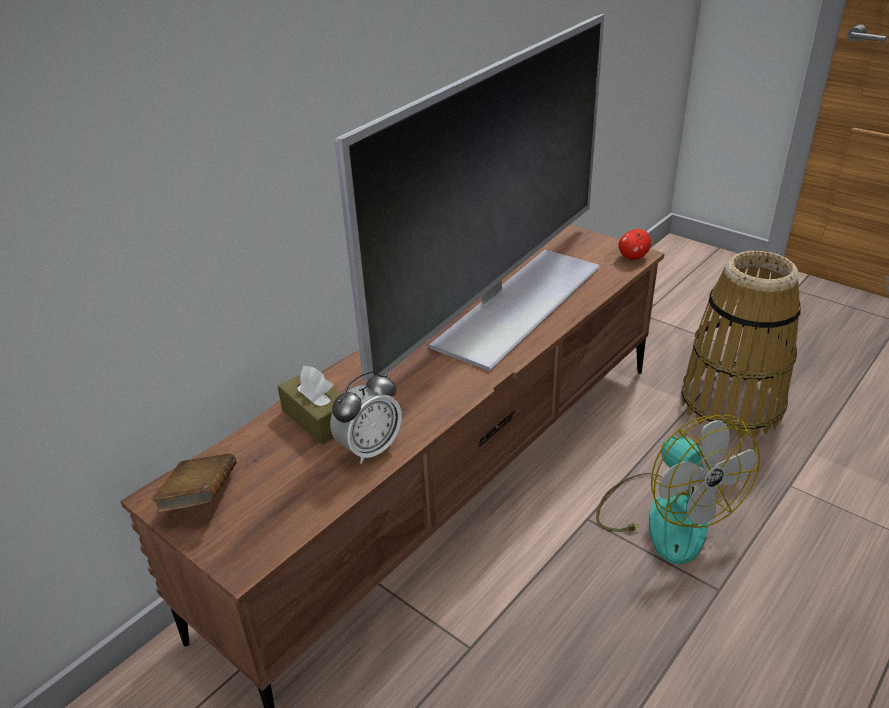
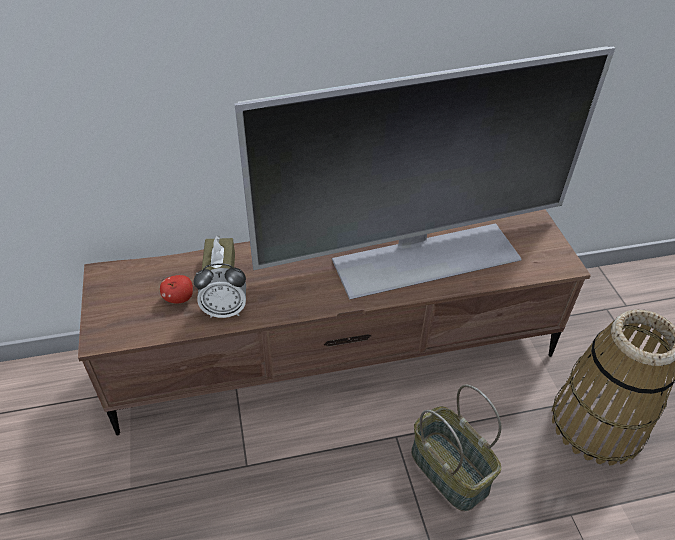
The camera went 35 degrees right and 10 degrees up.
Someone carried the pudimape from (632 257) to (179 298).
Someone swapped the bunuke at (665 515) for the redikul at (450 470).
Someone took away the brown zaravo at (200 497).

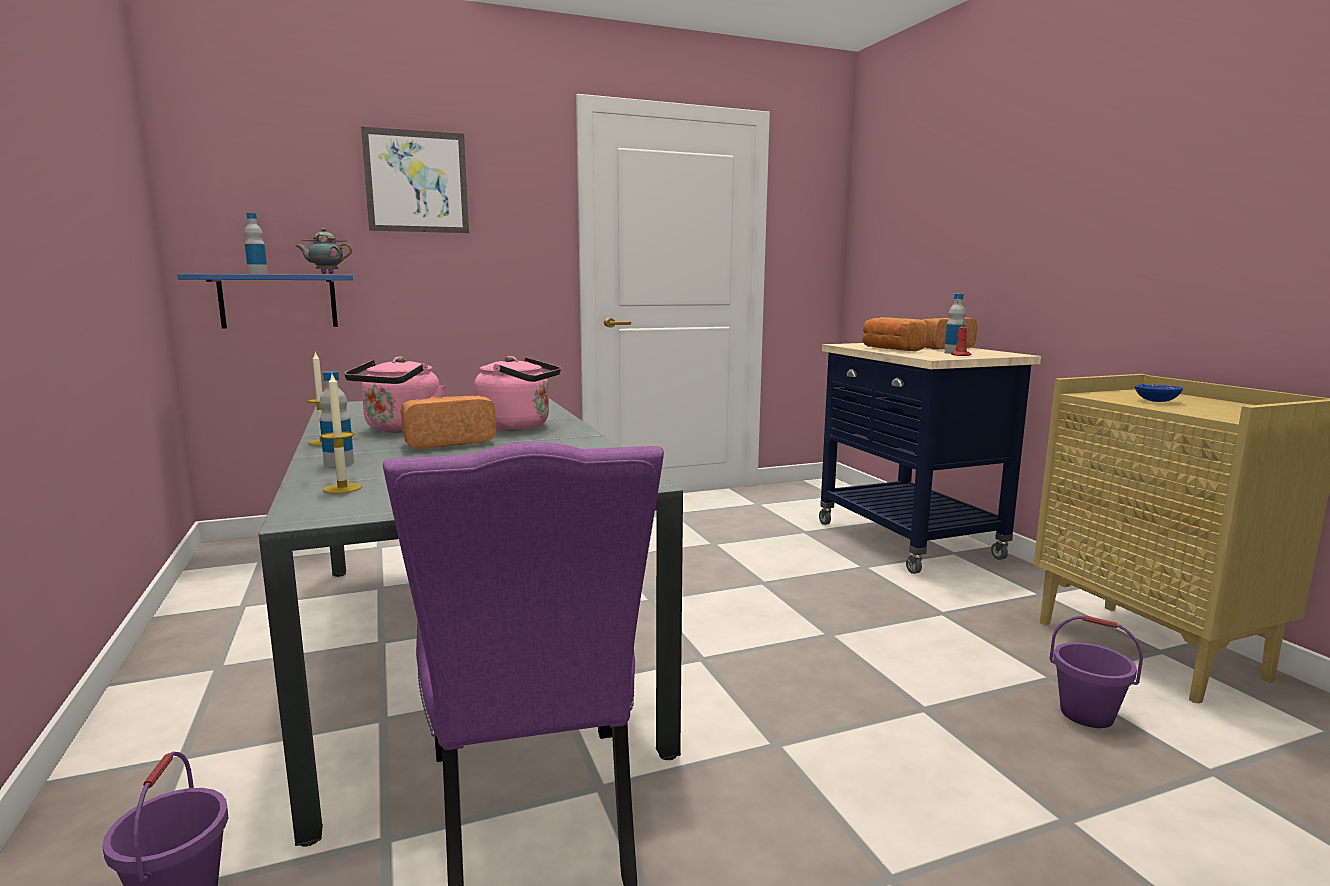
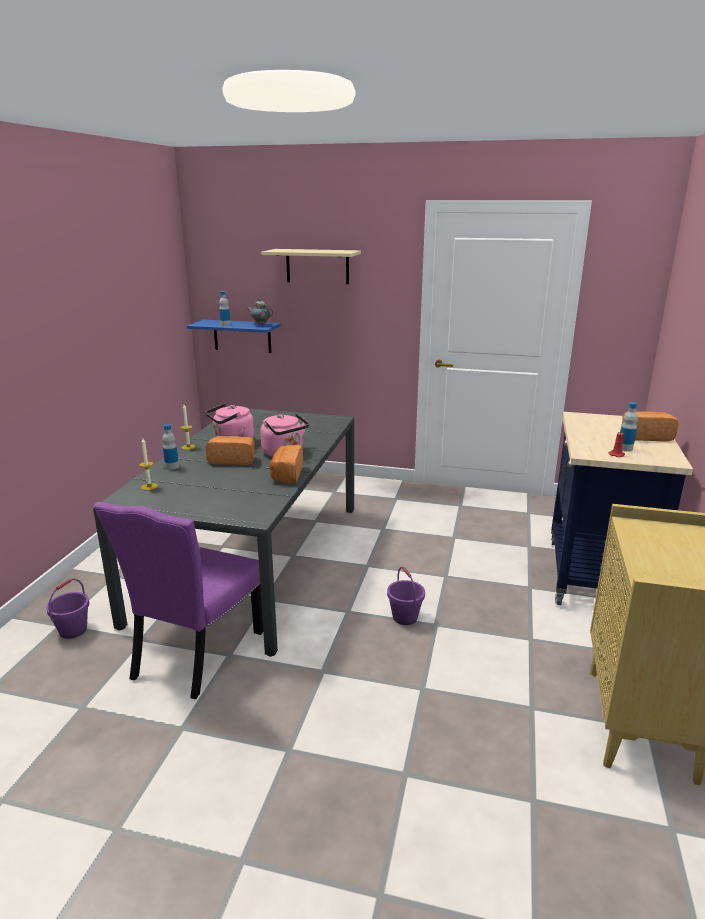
The camera went 35 degrees right and 10 degrees up.
Someone swapped the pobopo at (416 182) for the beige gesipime at (317 266).
Someone carried the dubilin from (890 349) to (286 475).
Someone took away the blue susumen at (1156 401).
Someone carried the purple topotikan from (1086 714) to (404 617).

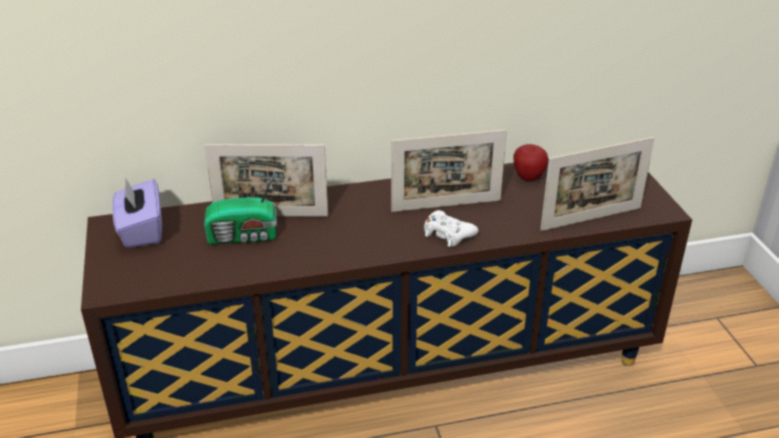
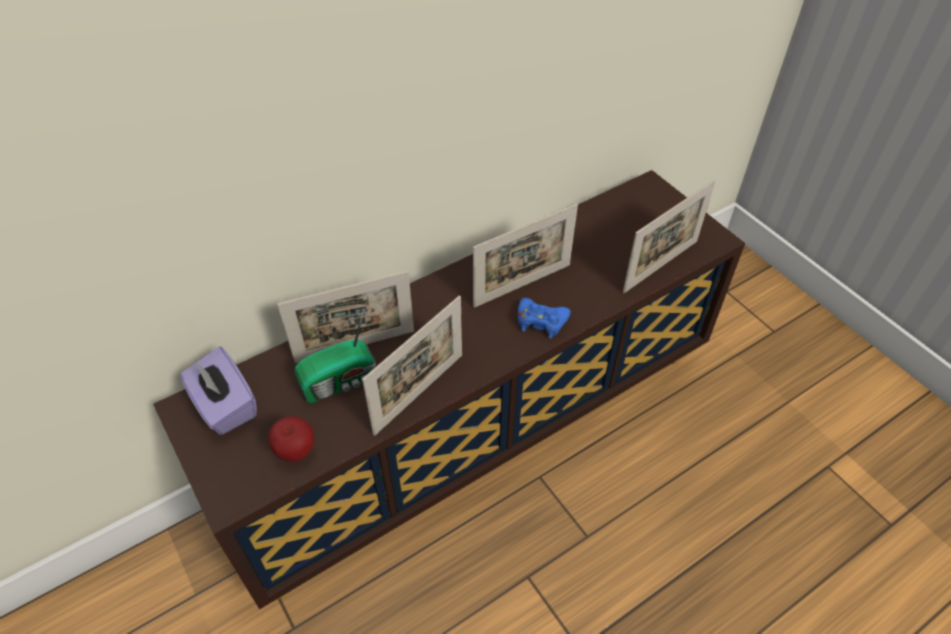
The camera went 20 degrees left and 15 degrees up.
Someone carried the pudimape from (528 178) to (296 452).
Someone repainted the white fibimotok at (447 234), which became the blue fibimotok at (541 321).
Someone put down the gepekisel at (419 393).

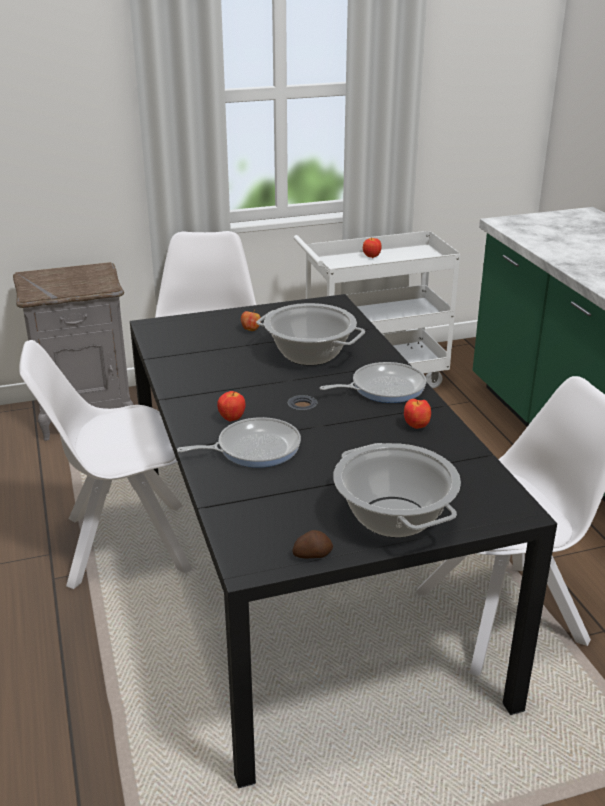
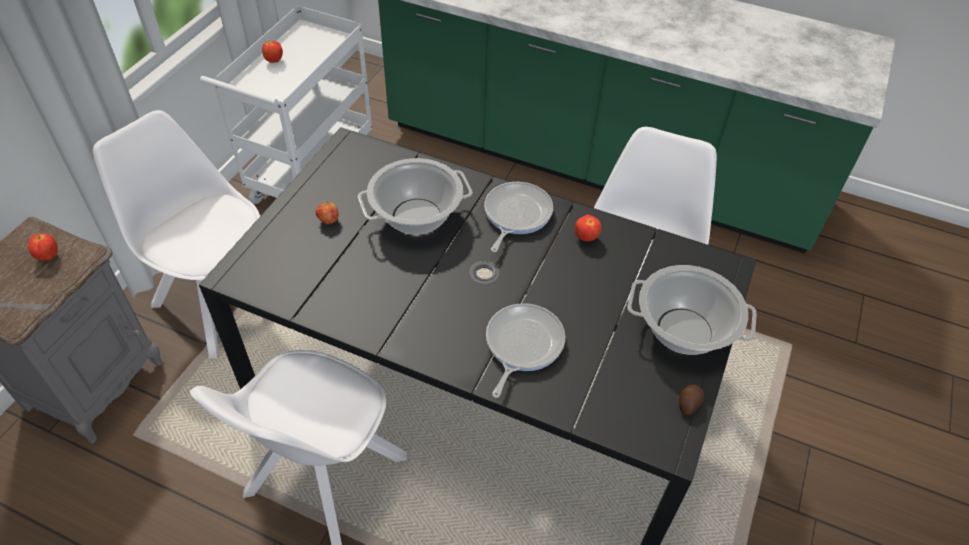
The camera went 50 degrees left and 20 degrees up.
Someone carried the pudimape from (232 419) to (48 256).

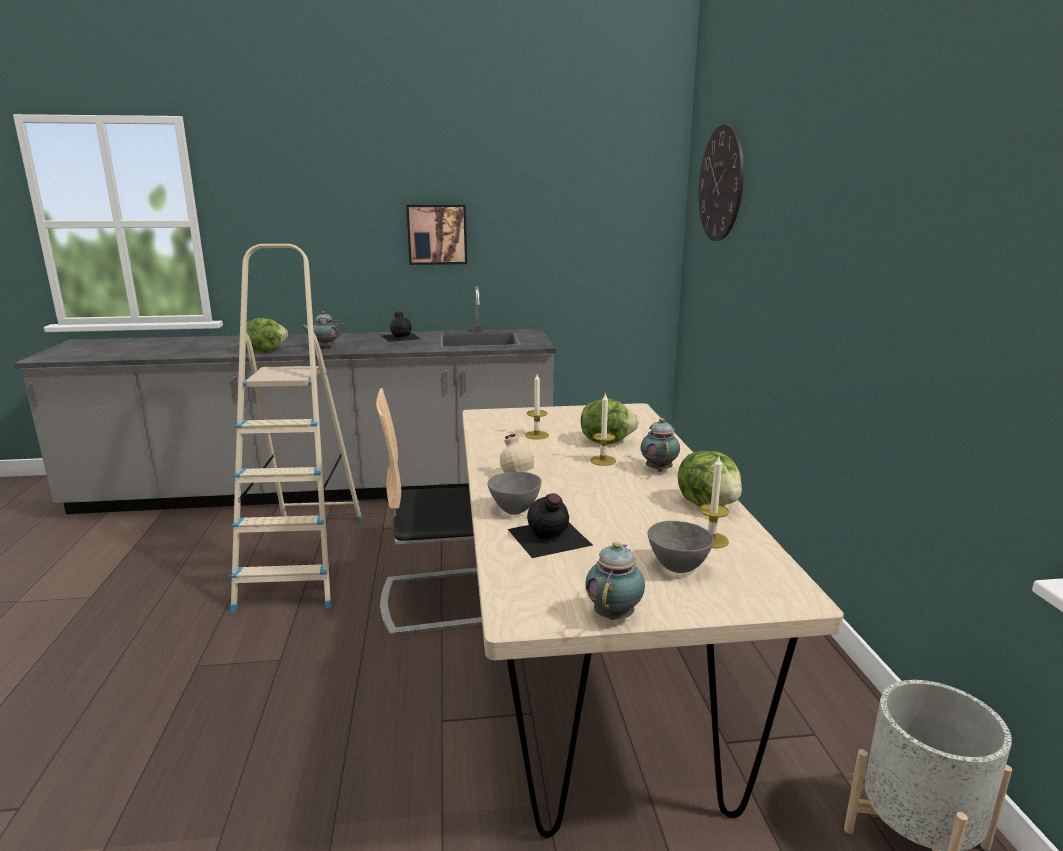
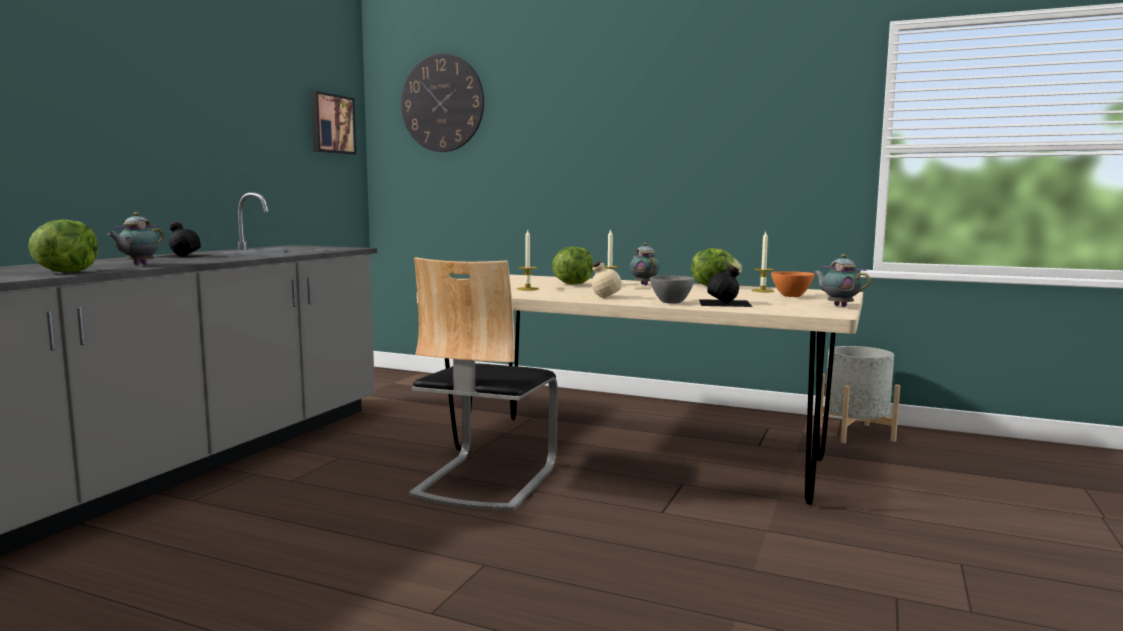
The camera went 60 degrees left and 10 degrees down.
Someone carried the pobopo from (437 234) to (331 124).
Someone took away the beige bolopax at (304 559).
Someone rotated the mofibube at (658 469) by 45 degrees clockwise.
Someone repainted the grey susumen at (677 567), which became the orange susumen at (791 296).

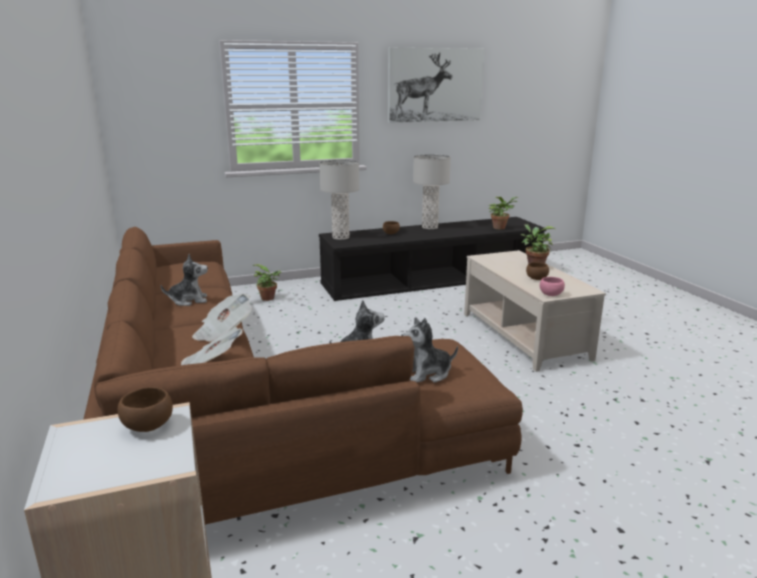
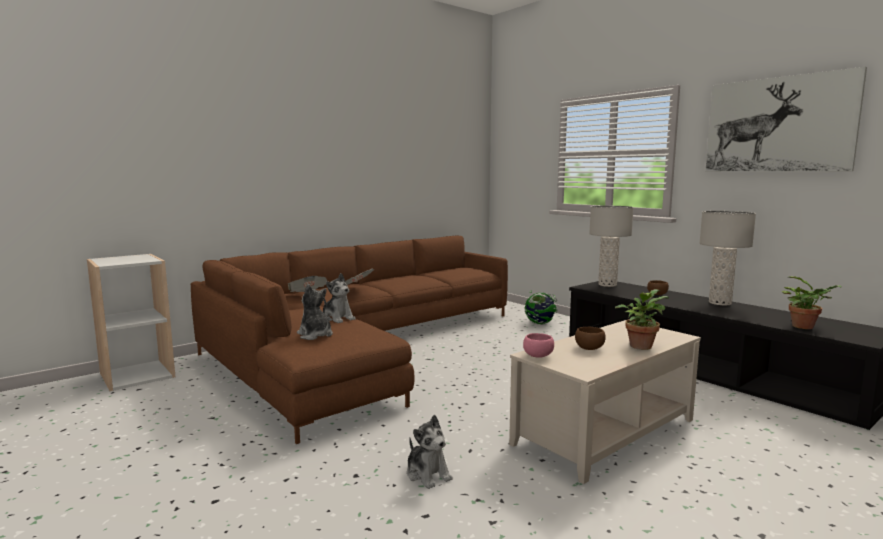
The camera went 70 degrees right and 10 degrees down.
Someone carried the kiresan from (189 300) to (428 474).
Someone swapped the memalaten at (269 298) for the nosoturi at (540 323).
Someone took away the brown susumen at (148 427).

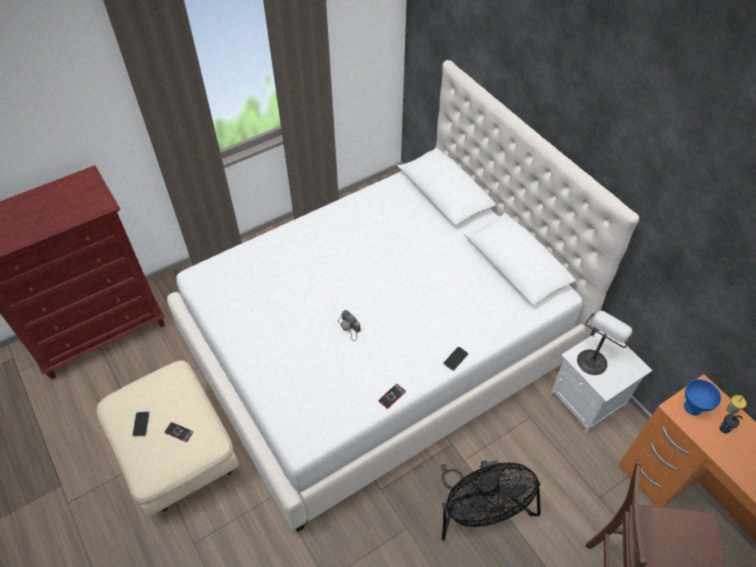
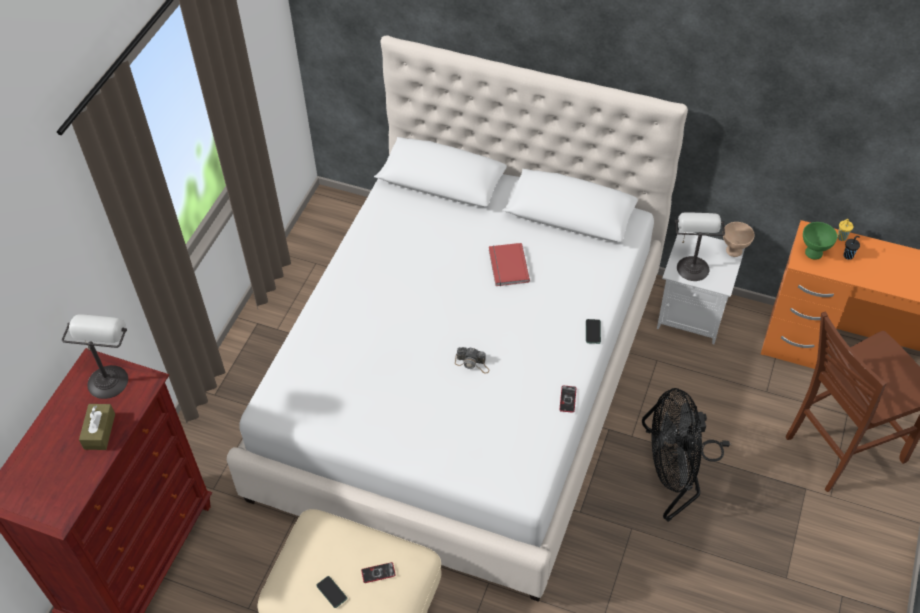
The camera went 35 degrees left and 0 degrees up.
Someone repainted the blue susumen at (693 408), which became the green susumen at (814 253).
Someone rotated the black bunuke at (478 508) by 135 degrees clockwise.
Someone put down the beige susumen at (733 250).
Someone put down the red zaravo at (507 266).
Someone put down the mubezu at (109 374).
Someone put down the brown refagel at (99 431).

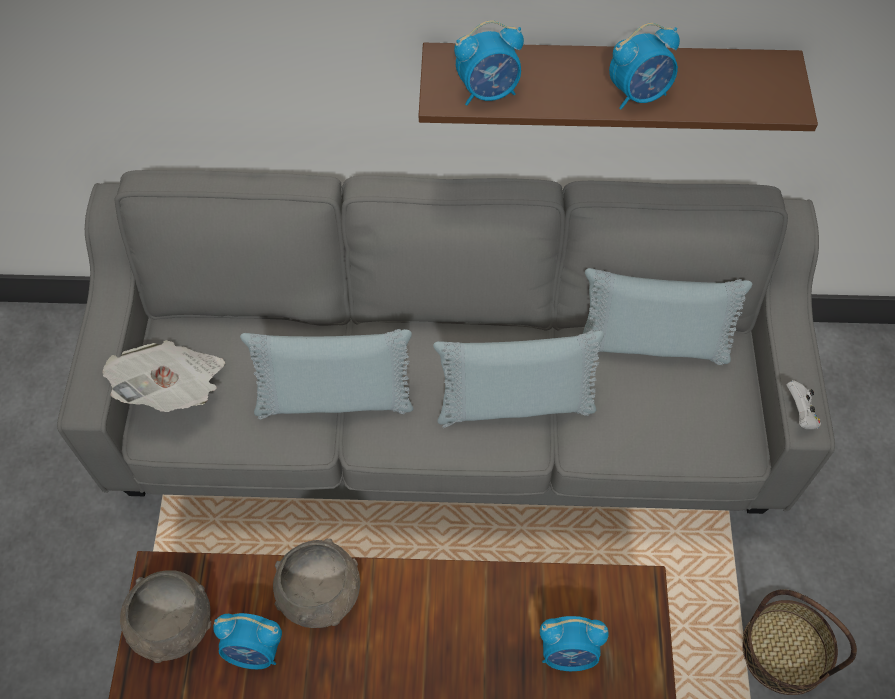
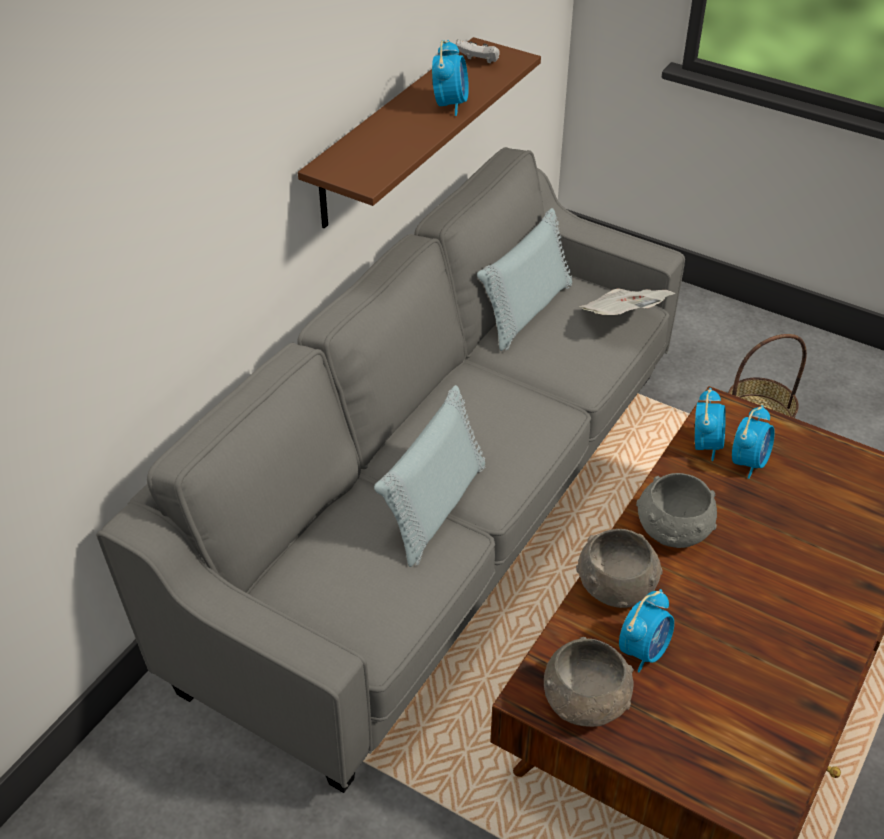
The camera went 60 degrees left and 15 degrees down.
Someone carried the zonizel from (488 92) to (706 445).
Someone took away the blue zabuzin at (515 403).
Someone carried the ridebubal from (174 388) to (623 319).
Someone carried the white fibimotok from (800 413) to (479 62).
Someone put down the grey susumen at (672 530).

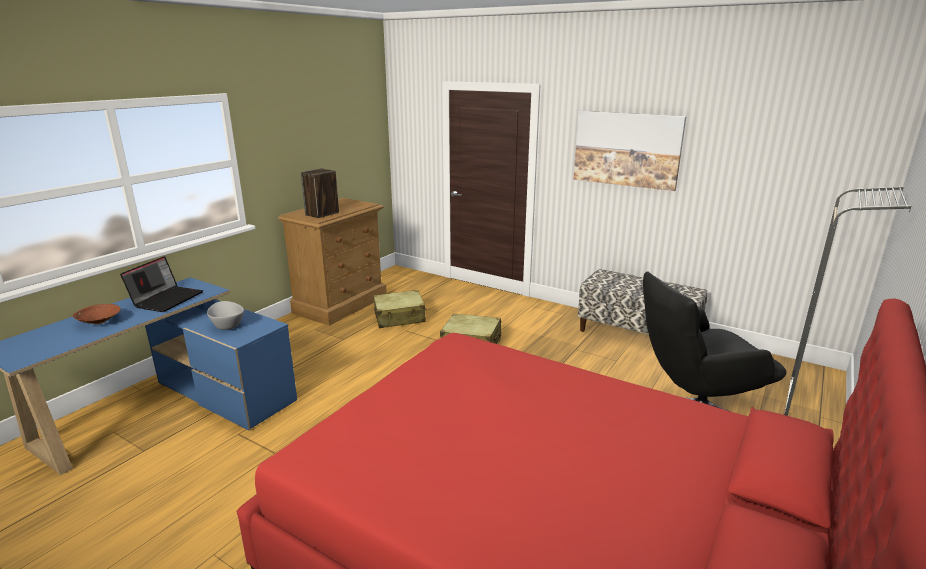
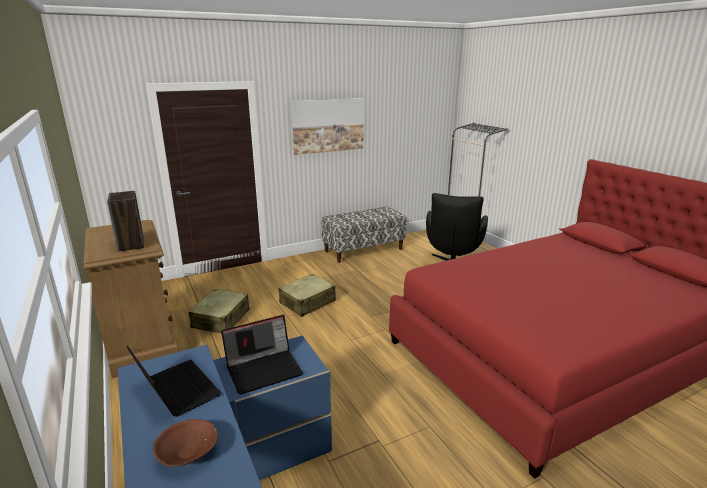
The camera went 60 degrees left and 0 degrees up.
Someone swapped the grey susumen at (227 325) for the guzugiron at (264 369).

